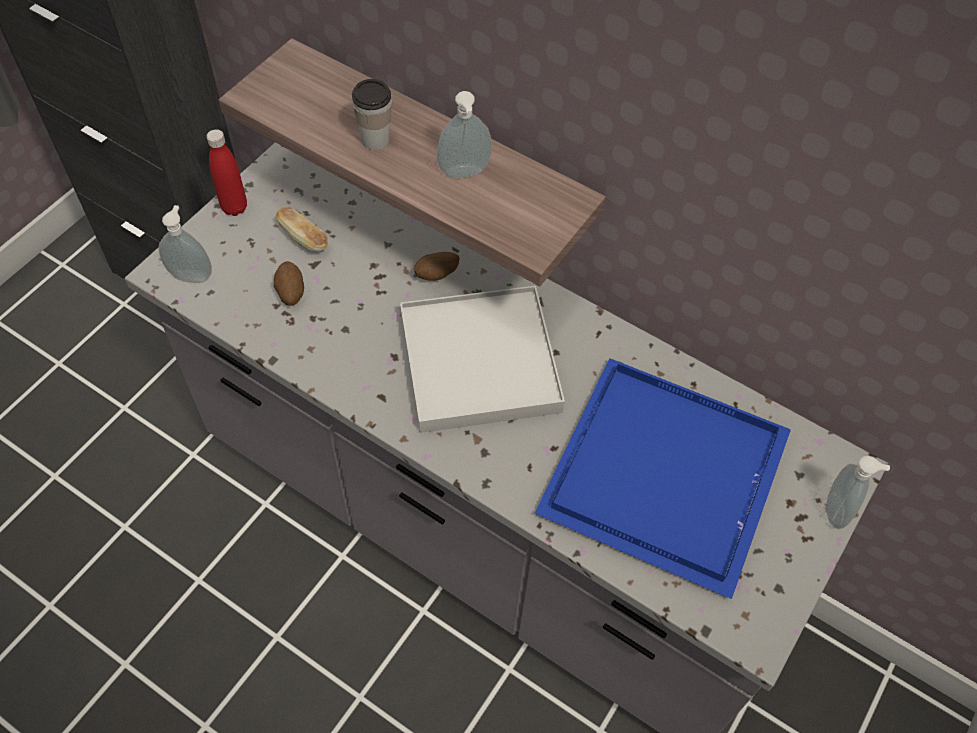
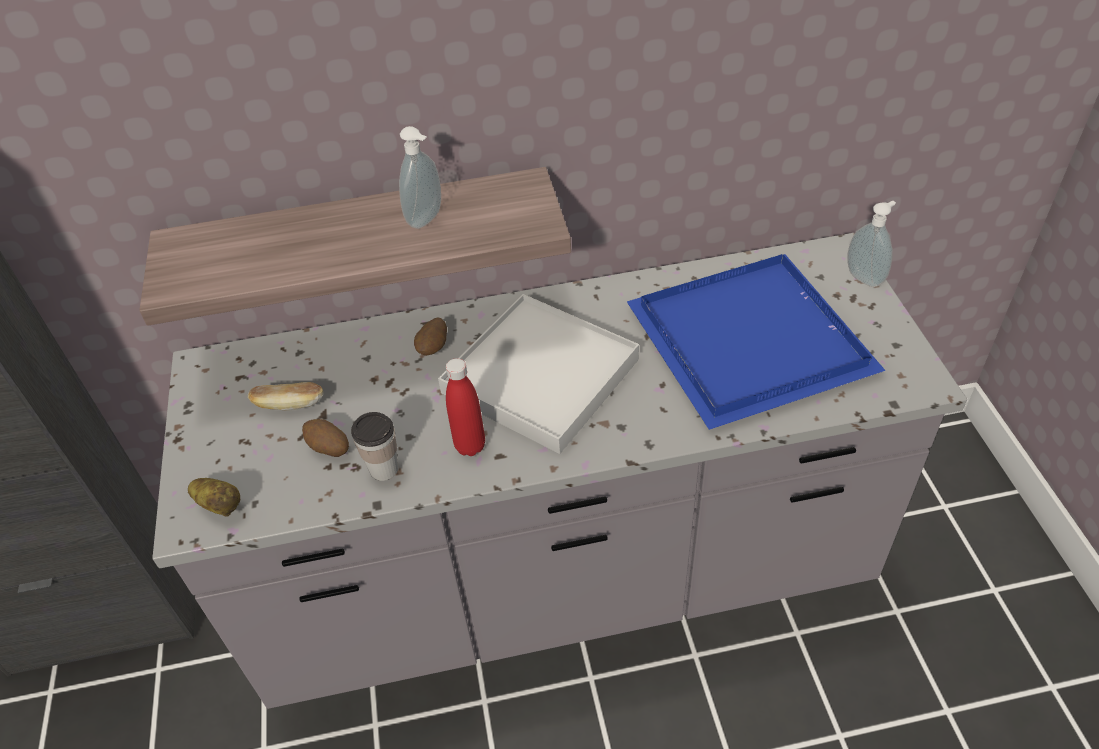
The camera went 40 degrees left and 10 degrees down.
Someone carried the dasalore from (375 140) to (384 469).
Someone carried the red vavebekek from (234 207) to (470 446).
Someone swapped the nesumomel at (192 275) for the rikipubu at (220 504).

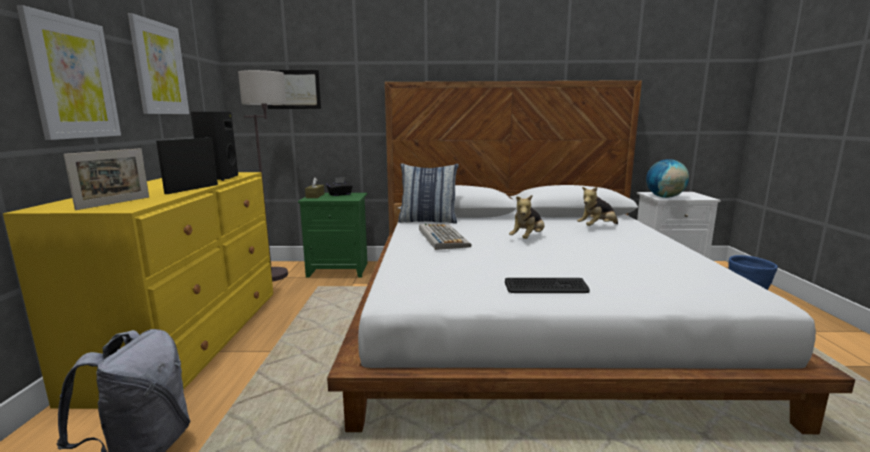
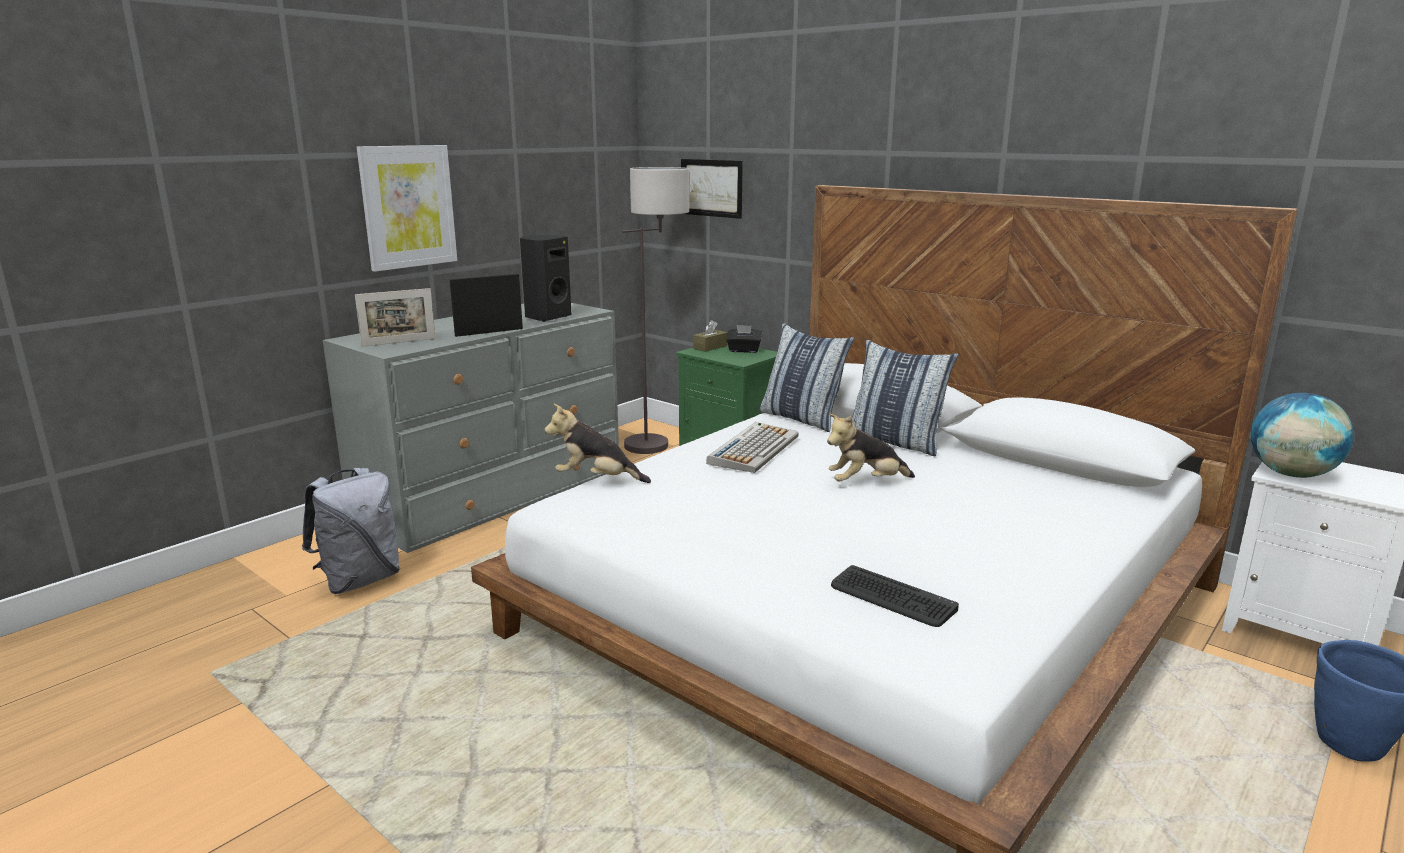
The camera went 40 degrees right and 5 degrees up.
Someone took away the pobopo at (159 68).
Someone repainted the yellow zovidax at (190 336), which became the grey zovidax at (495 493).
Someone carried the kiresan from (597 227) to (596 479).
Someone carried the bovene from (546 287) to (892 597).
Someone put down the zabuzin at (895 442).

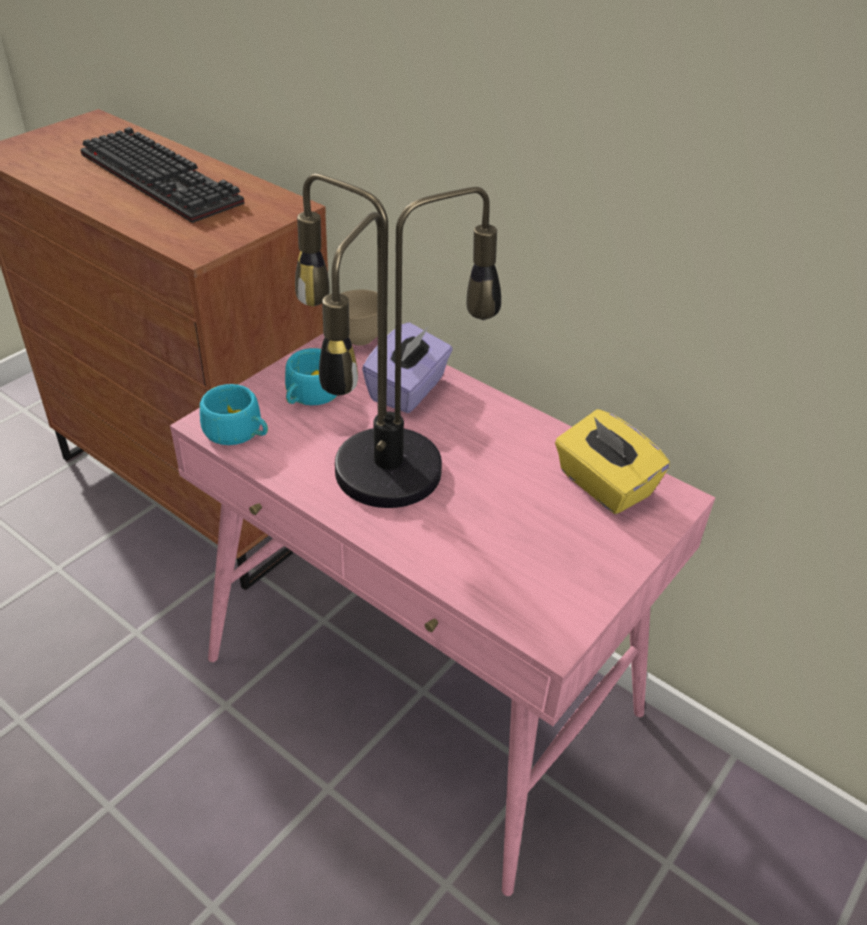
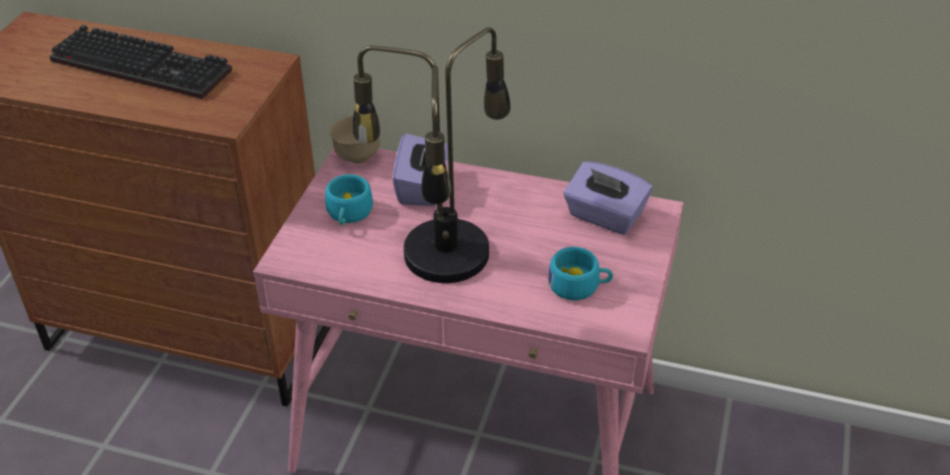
The camera went 20 degrees left and 0 degrees up.
Someone carried the turquoise dasalore from (238 432) to (579 286).
Someone repainted the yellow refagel at (603 485), which became the purple refagel at (604 216).

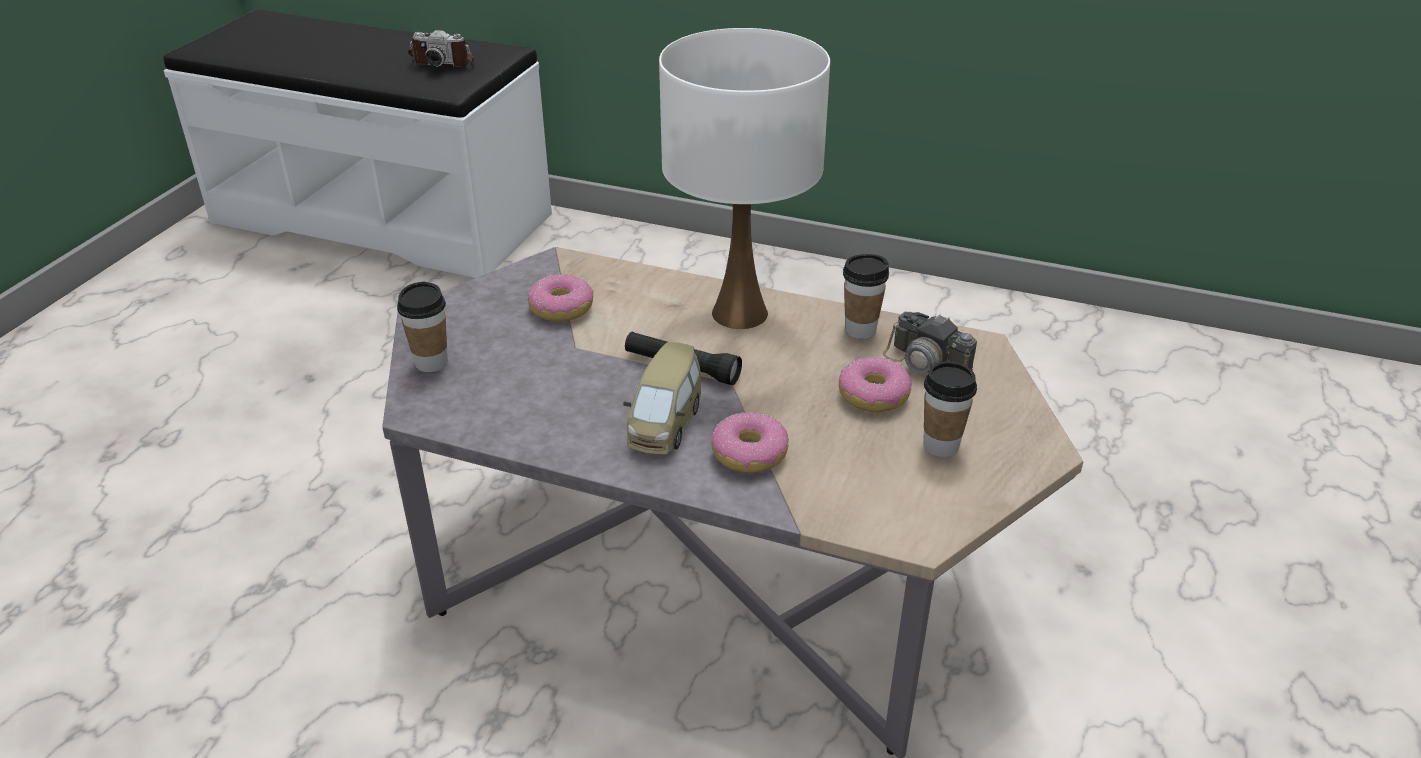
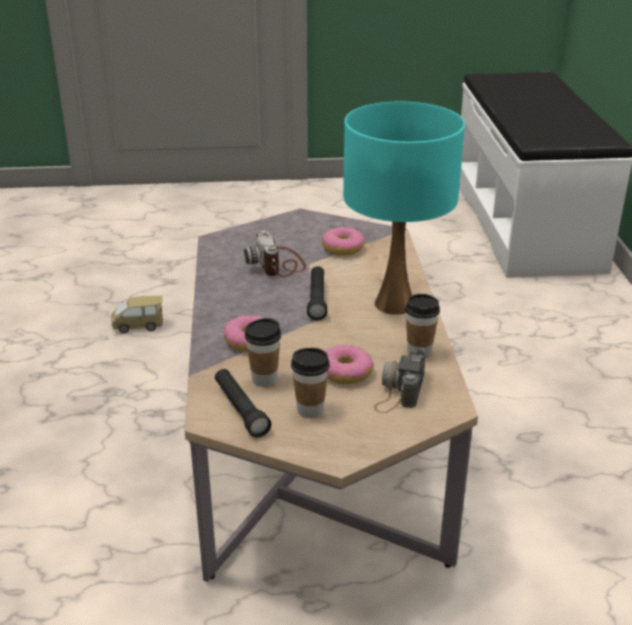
The camera went 65 degrees right and 5 degrees down.
Someone repainted the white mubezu at (739 313), which became the turquoise mubezu at (394 303).
Someone carried the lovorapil from (444 61) to (278 264).
Someone carried the dasalore from (431 363) to (264 379).
Someone carried the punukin from (664 424) to (138 325).
Someone put down the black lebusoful at (241 409).

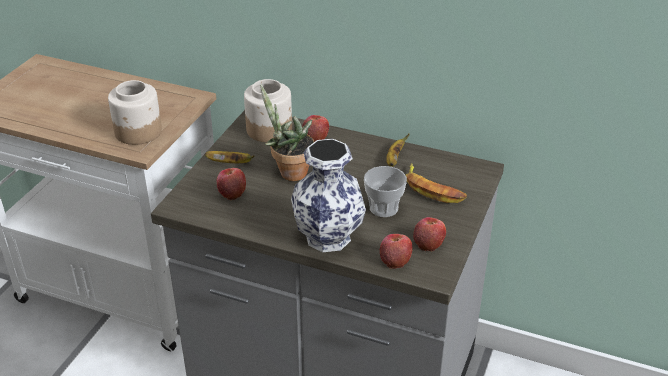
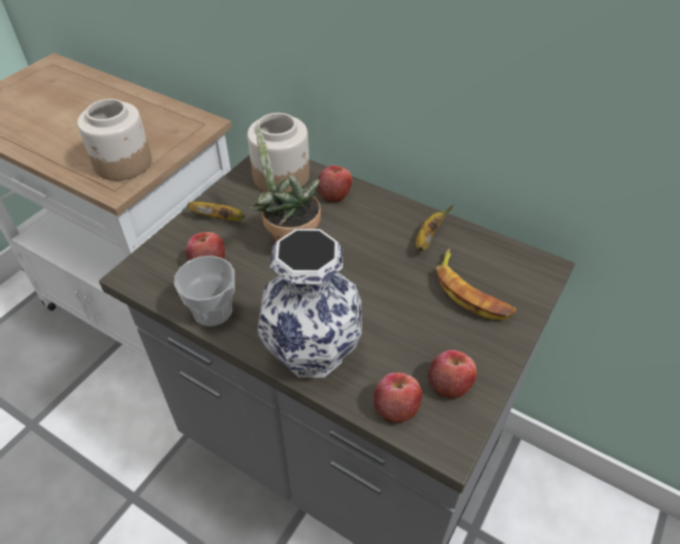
The camera went 10 degrees right and 10 degrees up.
Someone carried the dasalore from (383 208) to (212 311).

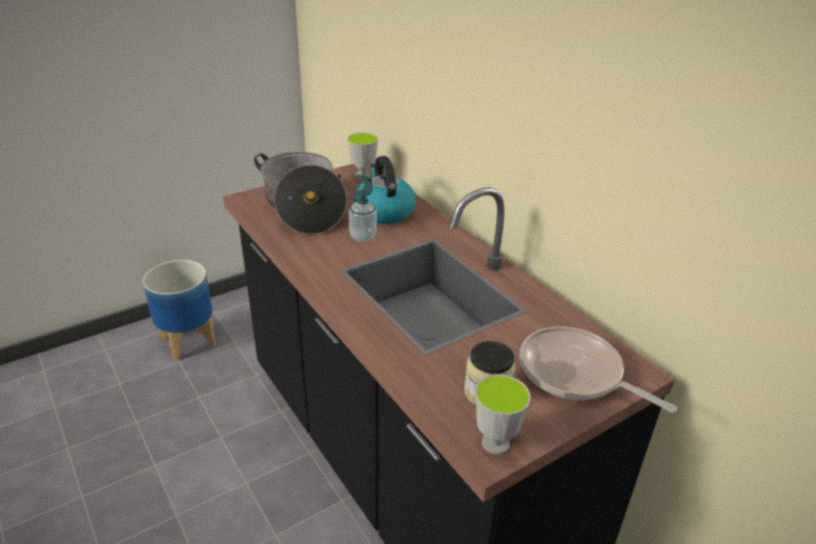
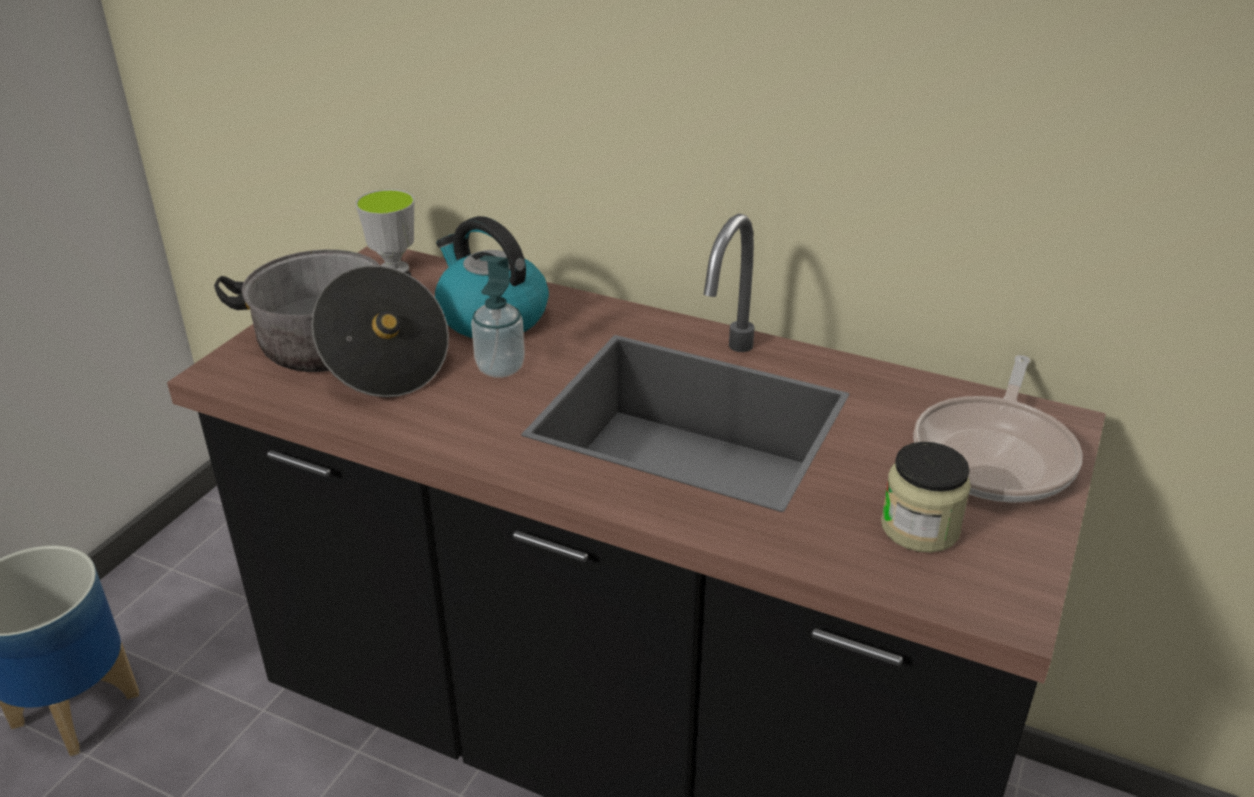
The camera went 30 degrees left and 0 degrees up.
Someone rotated the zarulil at (575 374) by 75 degrees counterclockwise.
Someone took away the dasalore at (495 443).

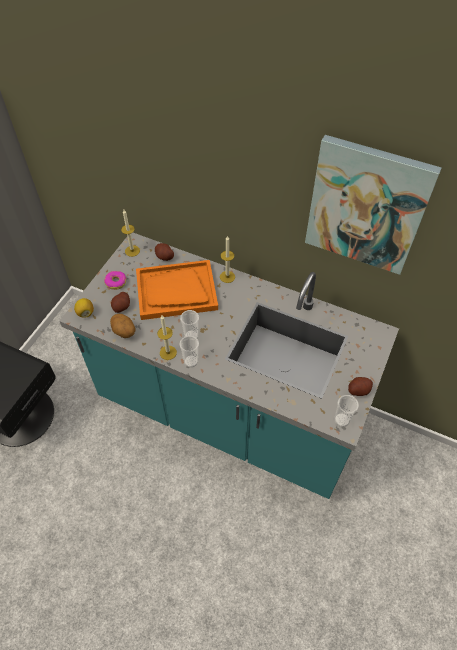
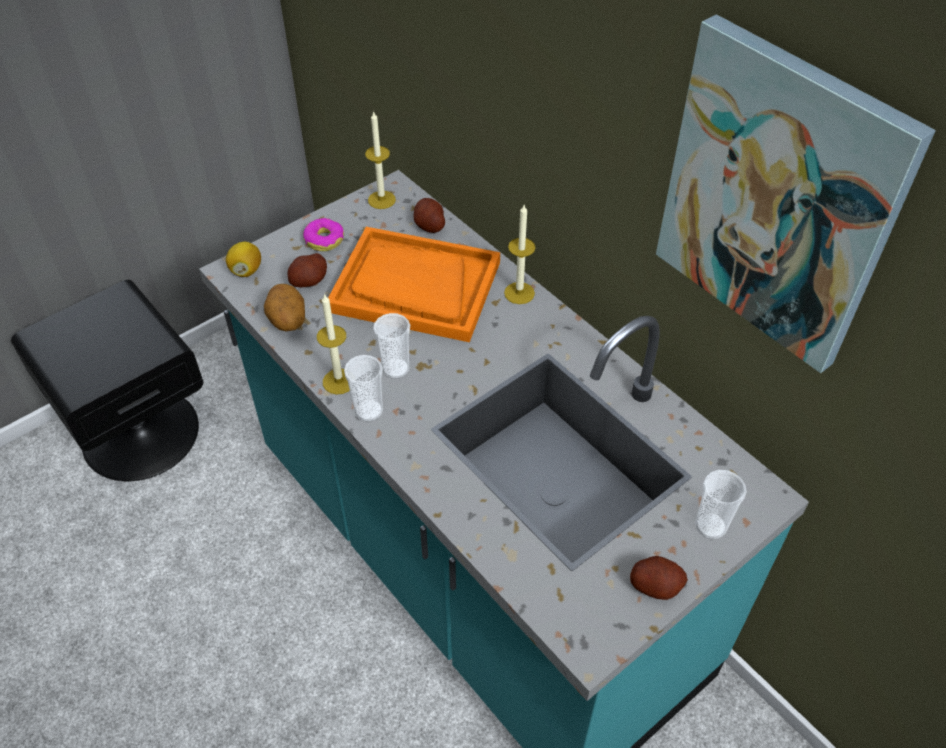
The camera went 25 degrees right and 5 degrees down.
Someone carried the dasalore from (342 420) to (710 526).

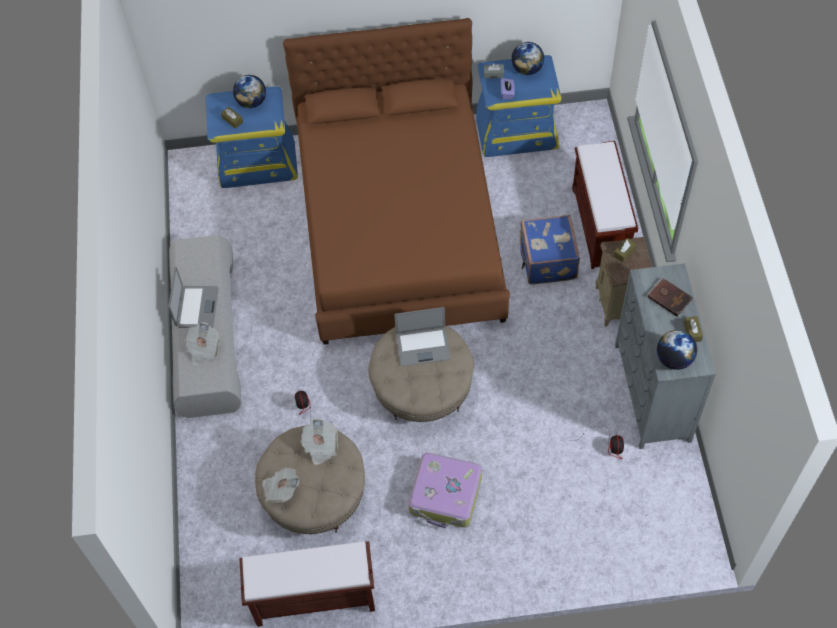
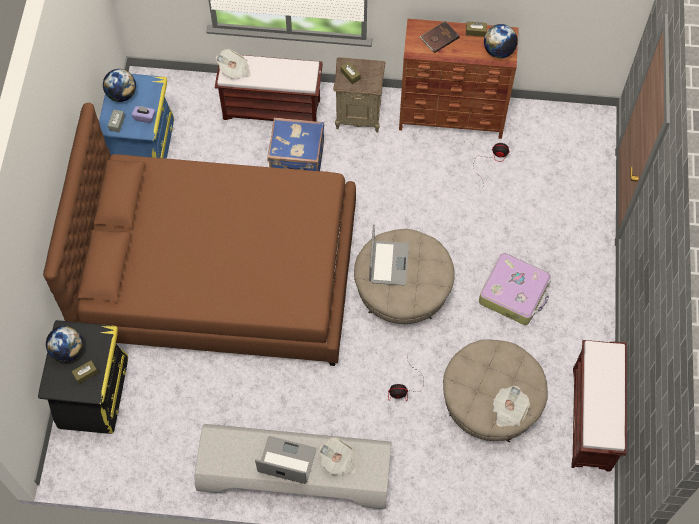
The camera went 80 degrees left and 5 degrees up.
Someone repainted the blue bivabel at (258 164), which became the black bivabel at (94 391).
Someone repainted the grey zovidax at (652 393), which became the brown zovidax at (451 115).
Someone carried the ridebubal from (320 446) to (234 70).

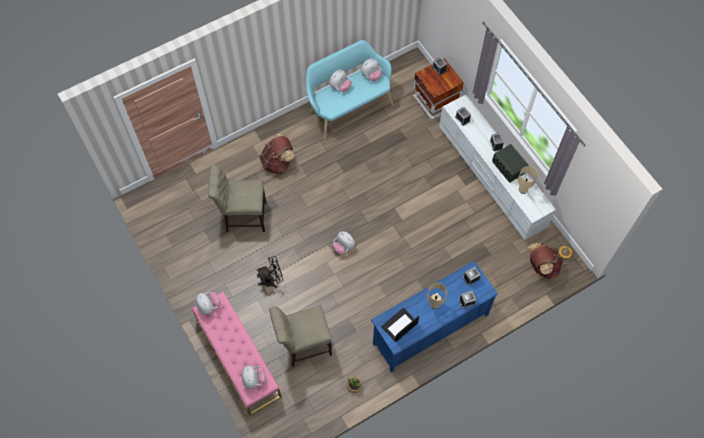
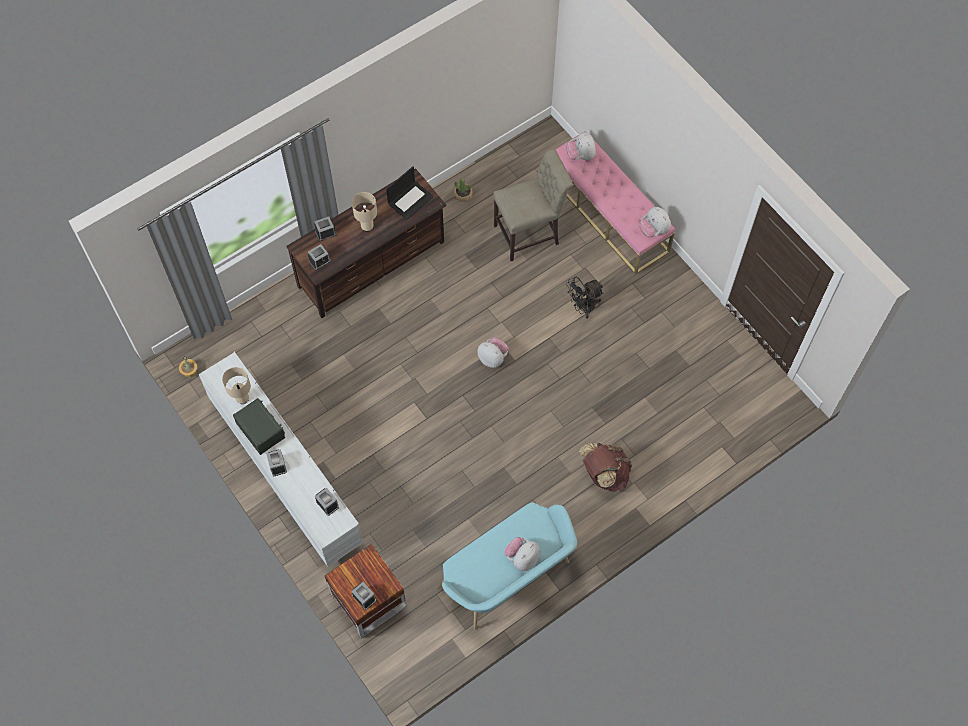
The camera went 175 degrees right and 0 degrees up.
Someone took away the kiresan at (371 75).
Someone took away the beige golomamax at (243 216).
Someone took away the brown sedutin at (541 266).
Someone repainted the blue zovidax at (429 328), which became the brown zovidax at (373 265).

